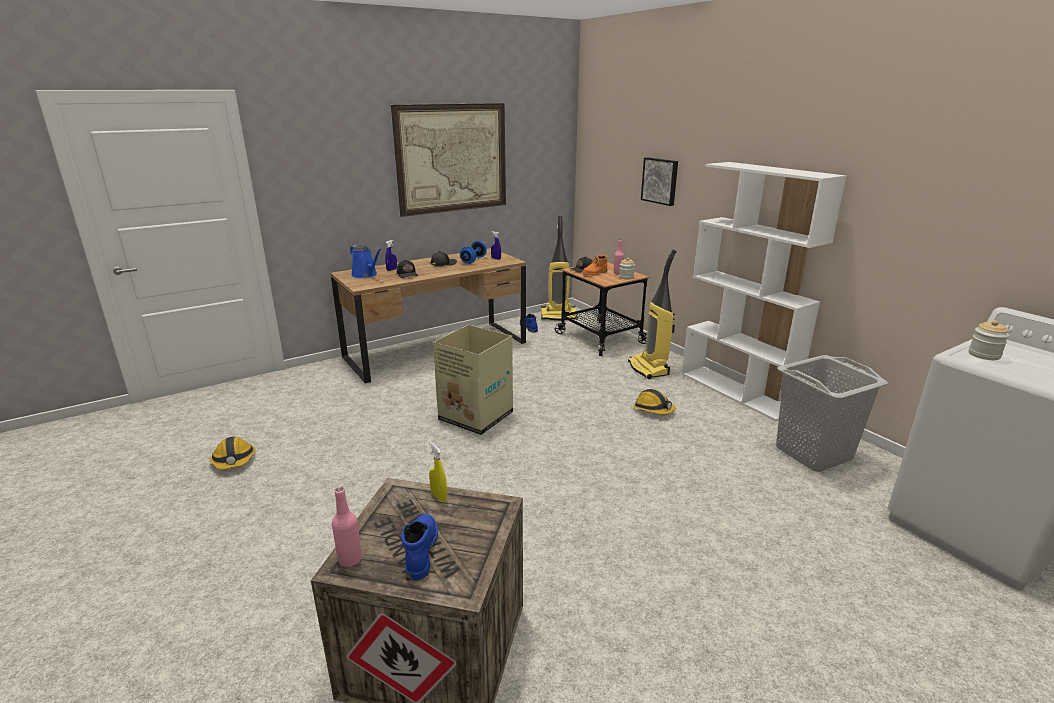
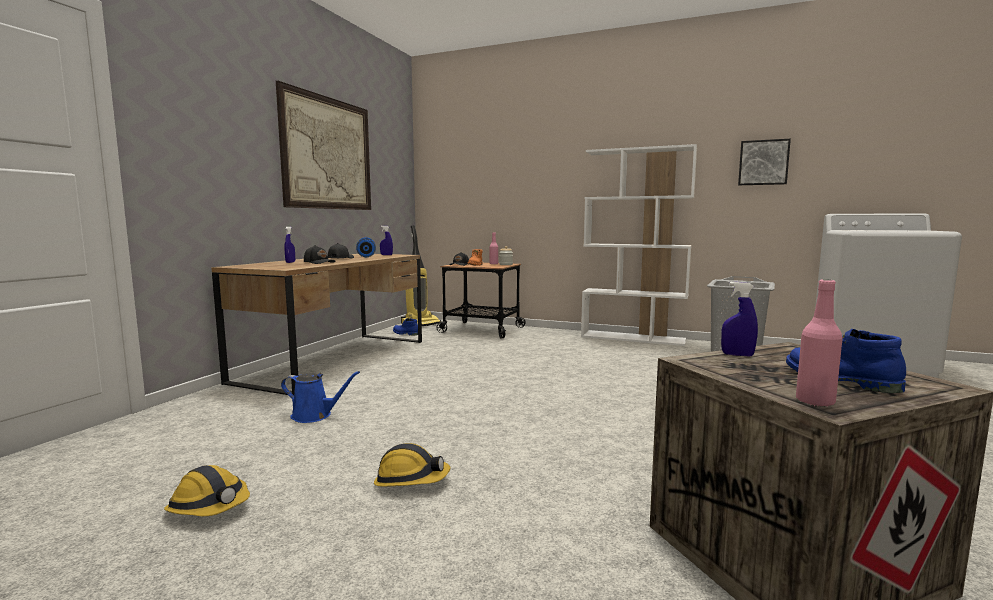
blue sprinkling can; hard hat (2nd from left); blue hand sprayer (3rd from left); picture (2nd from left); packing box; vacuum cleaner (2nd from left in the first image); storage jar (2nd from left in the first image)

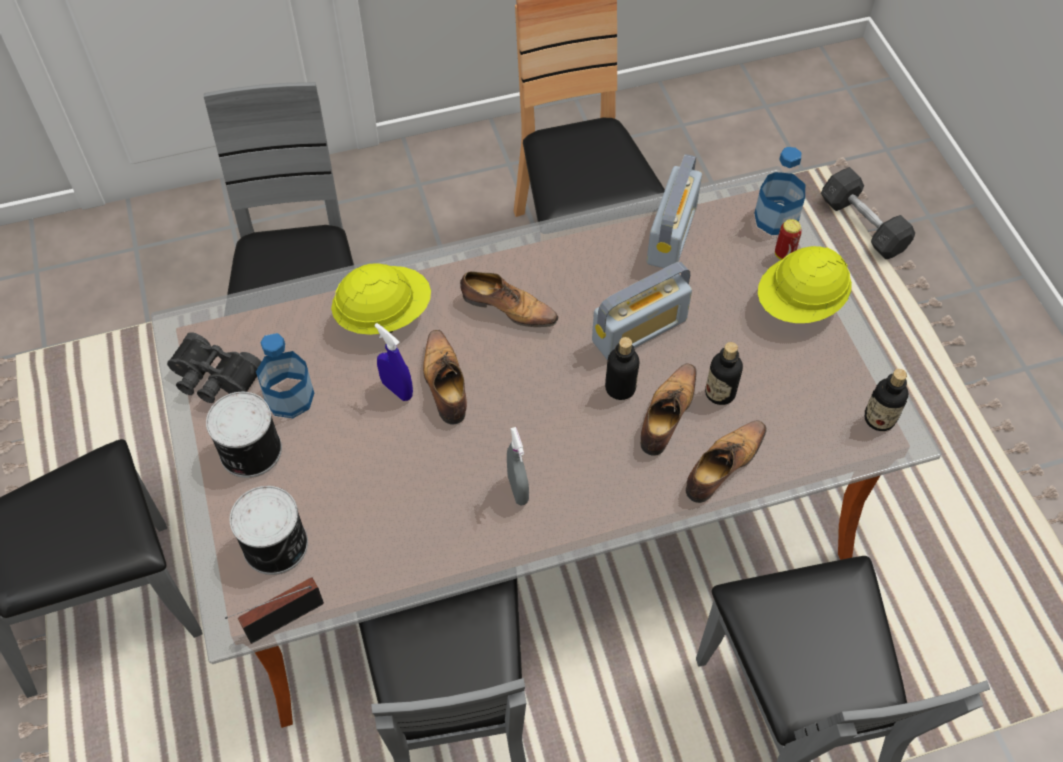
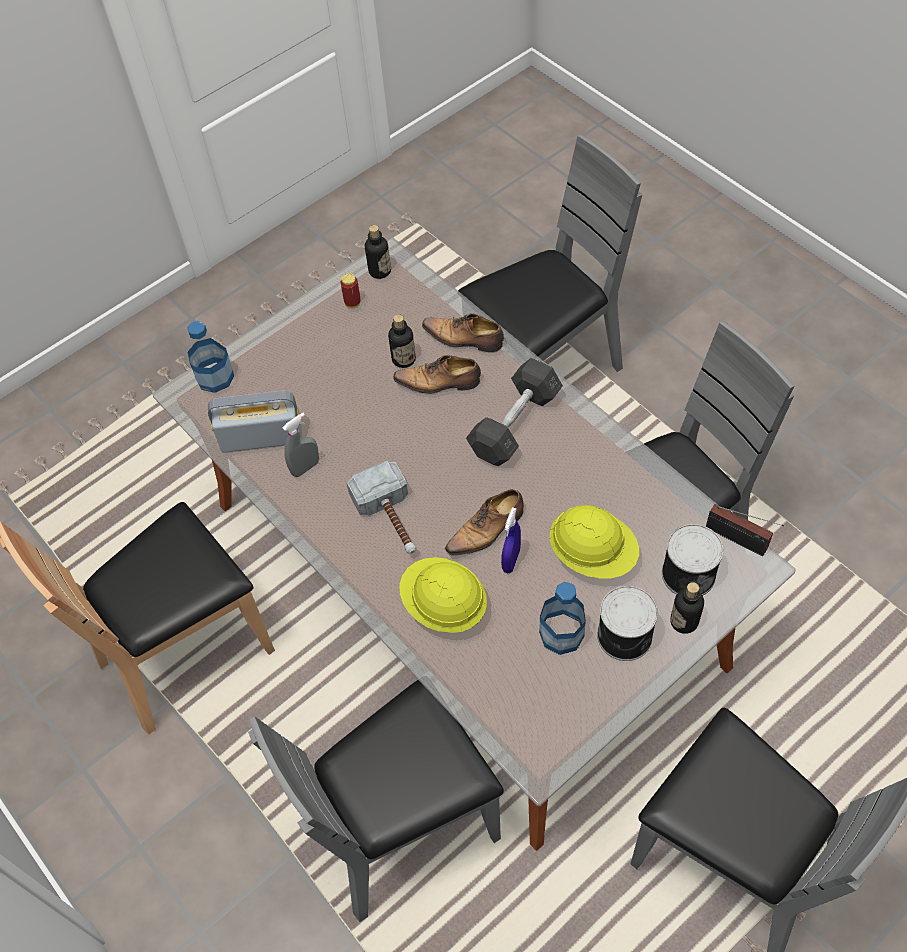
grey hand sprayer; metal can (1st from left); tool hammer; grey dumbbell; yellow-coloured hard hat (2nd from left); beverage bottle (5th from left); black pair of binoculars; radio set (2nd from left in the first image)

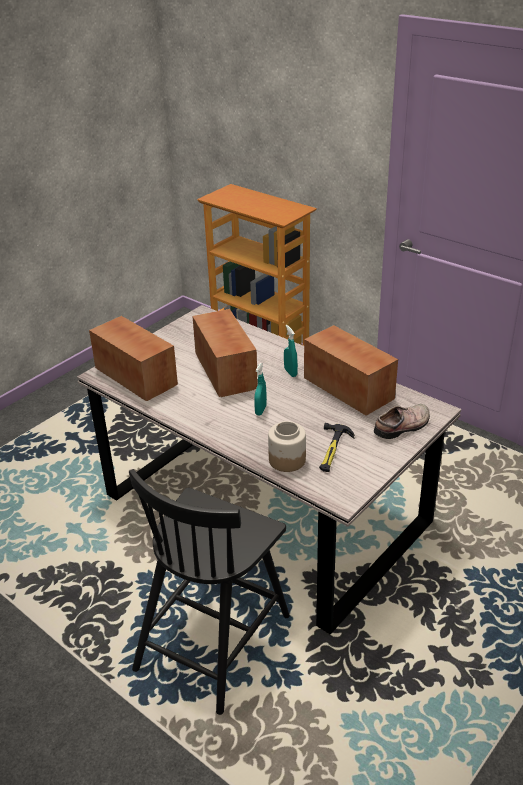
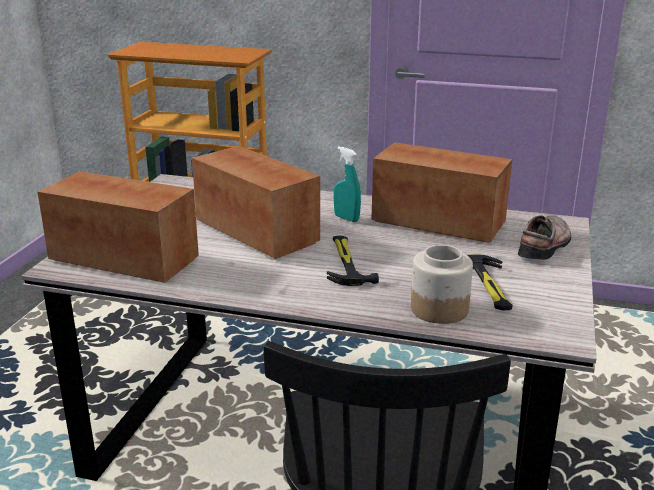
tool hammer (1st from left)

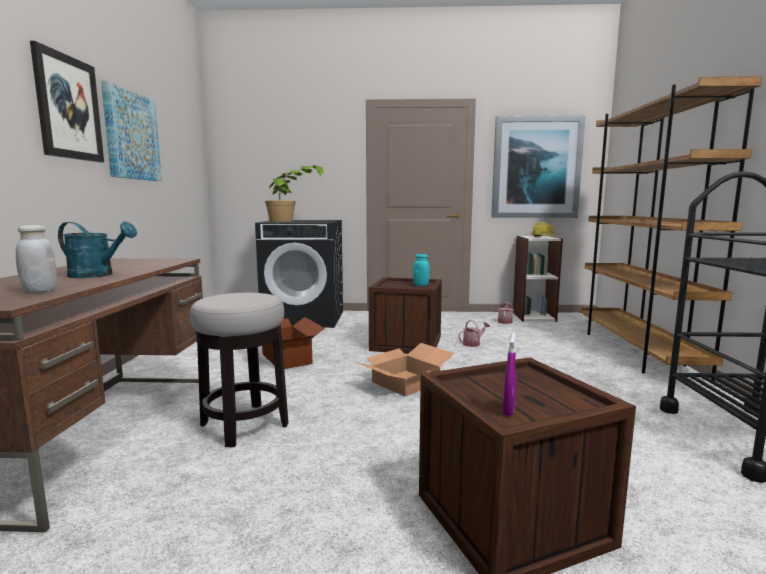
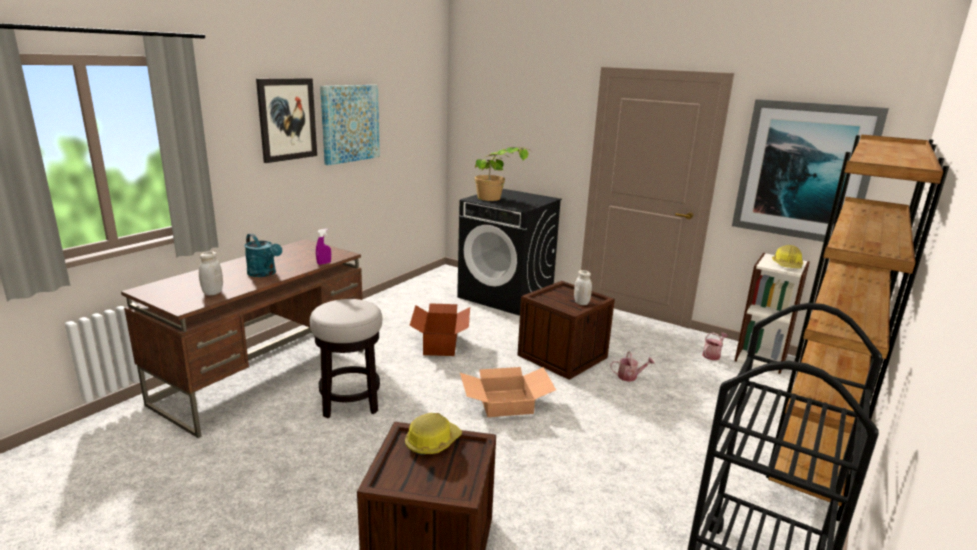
purple hand sprayer; hard hat (1st from left); whitish storage jar (2nd from left)

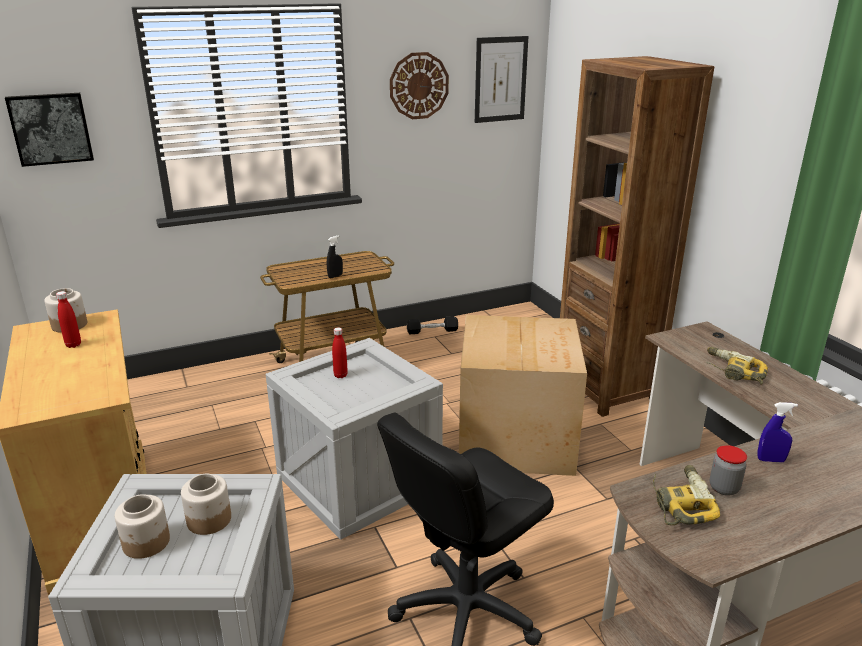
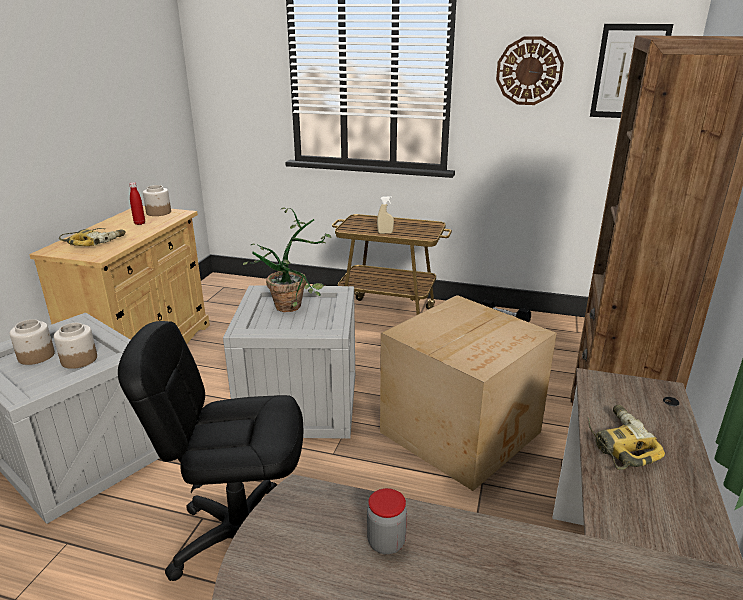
power drill (1st from left); potted plant; sand-coloured hand sprayer; picture (1st from left in the first image); blue hand sprayer

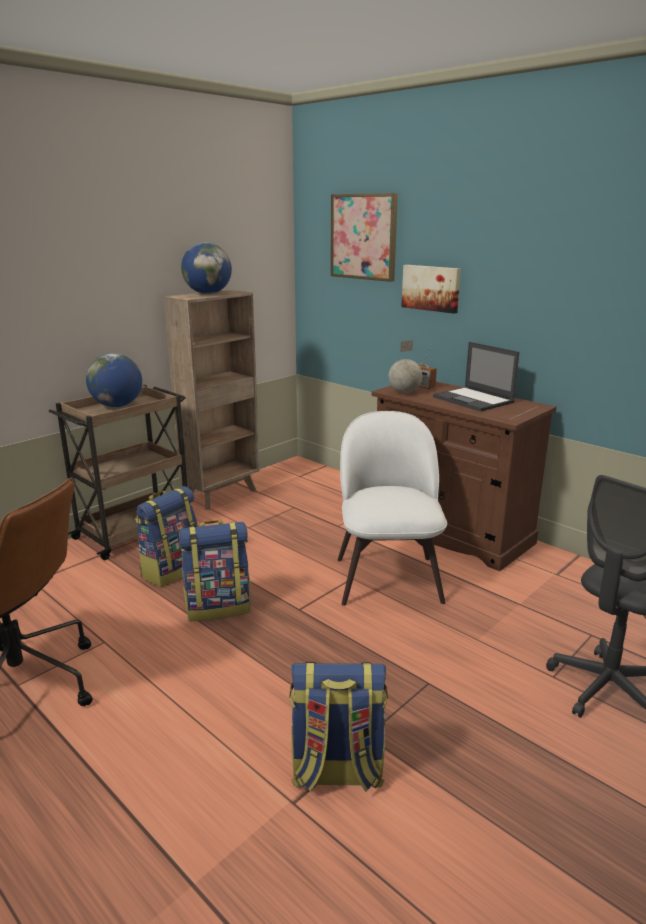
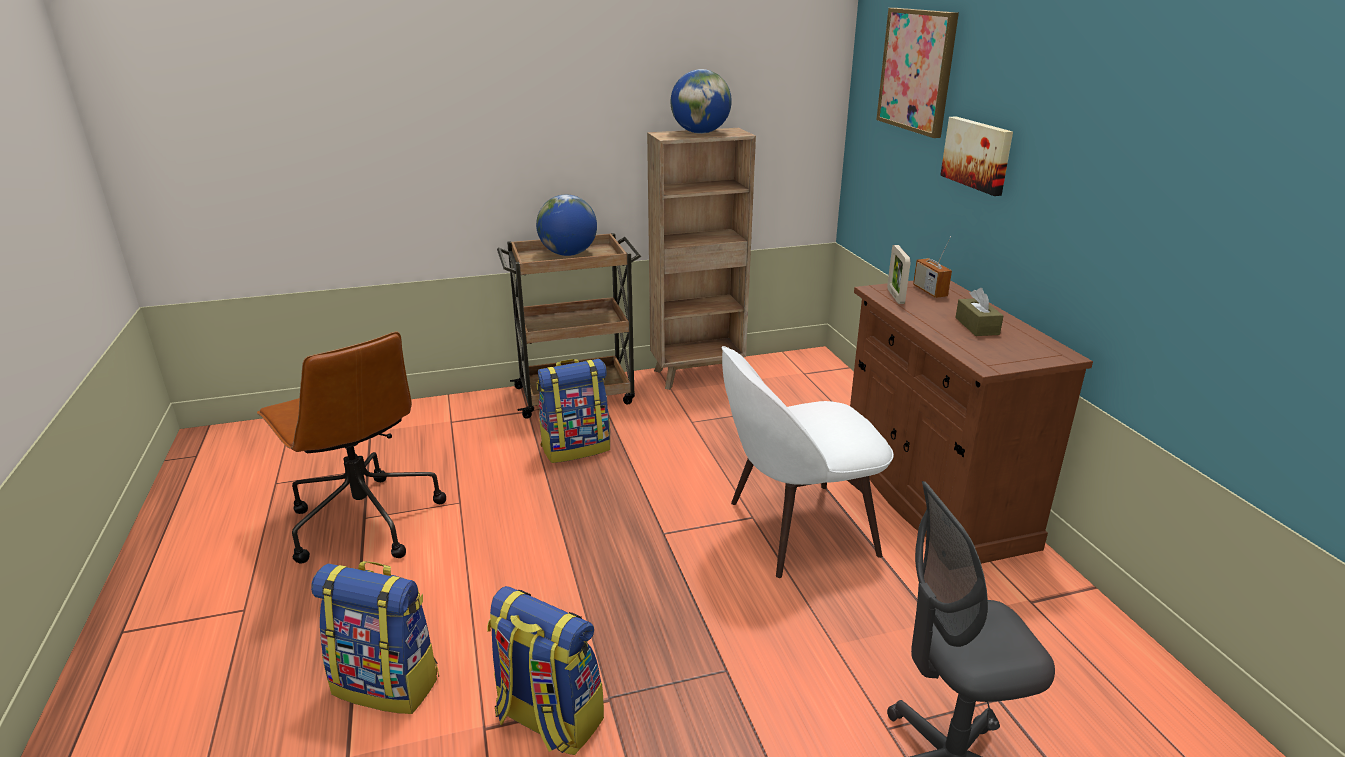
rucksack (1st from left); whitish upright chair; picture frame; brownish box of tissues

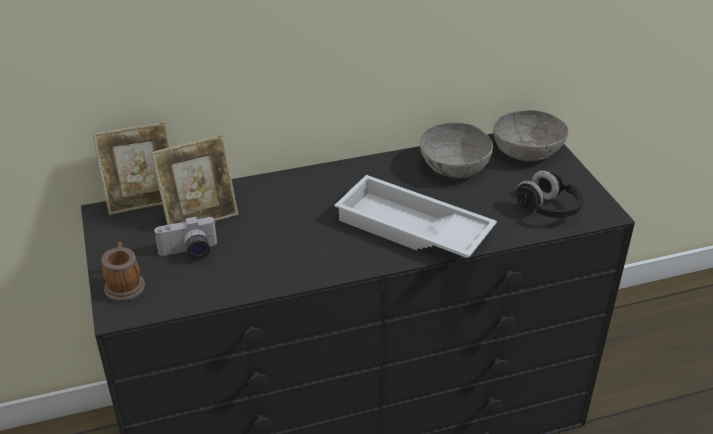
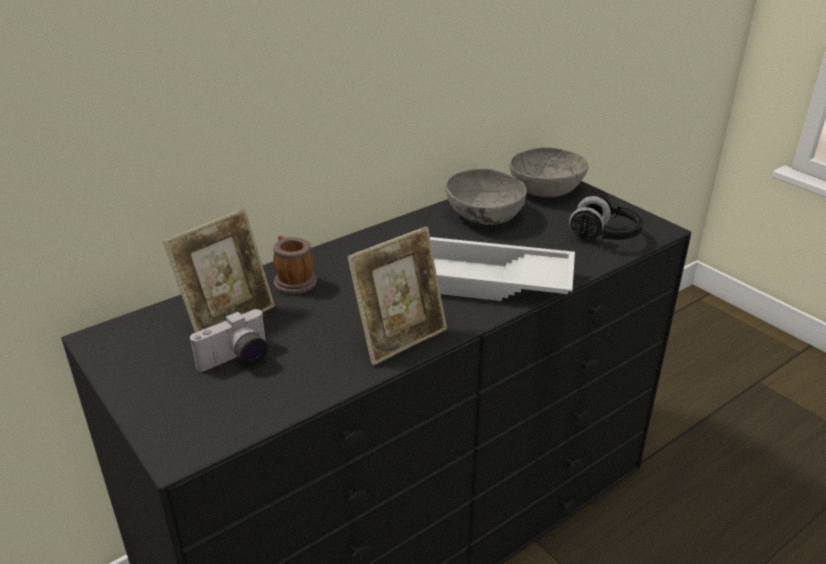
tea mug; picture frame (2nd from left)

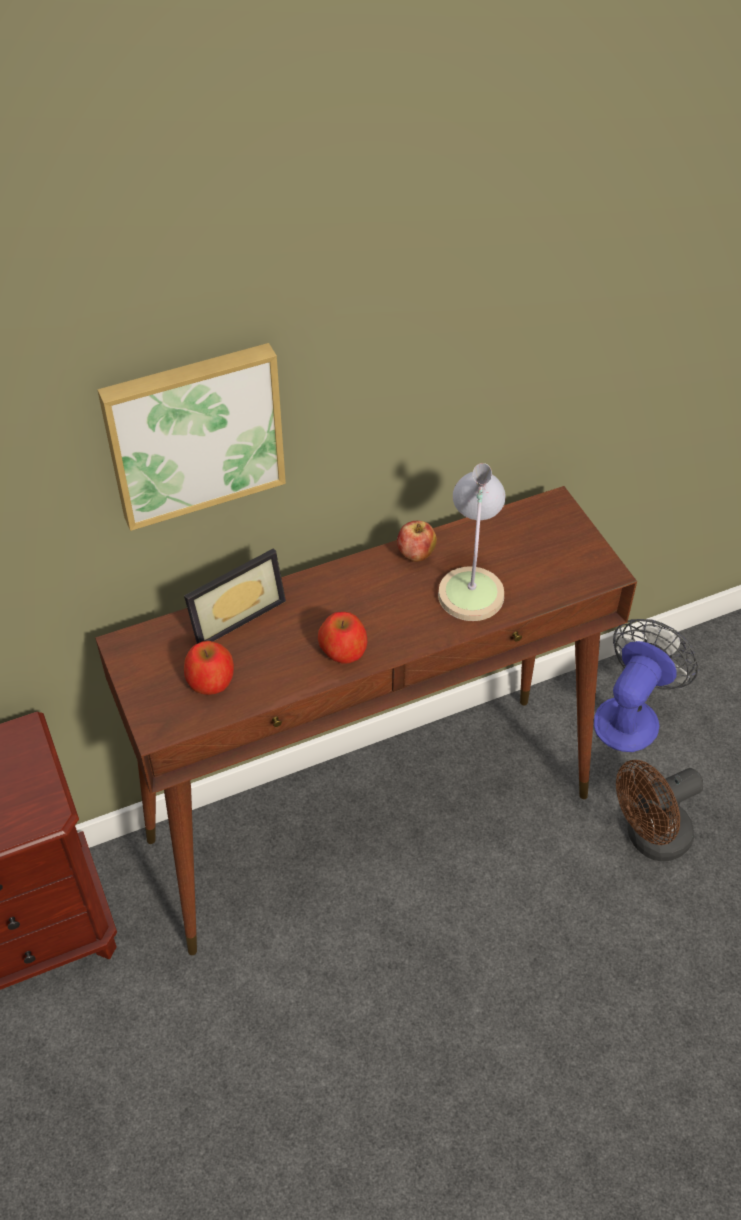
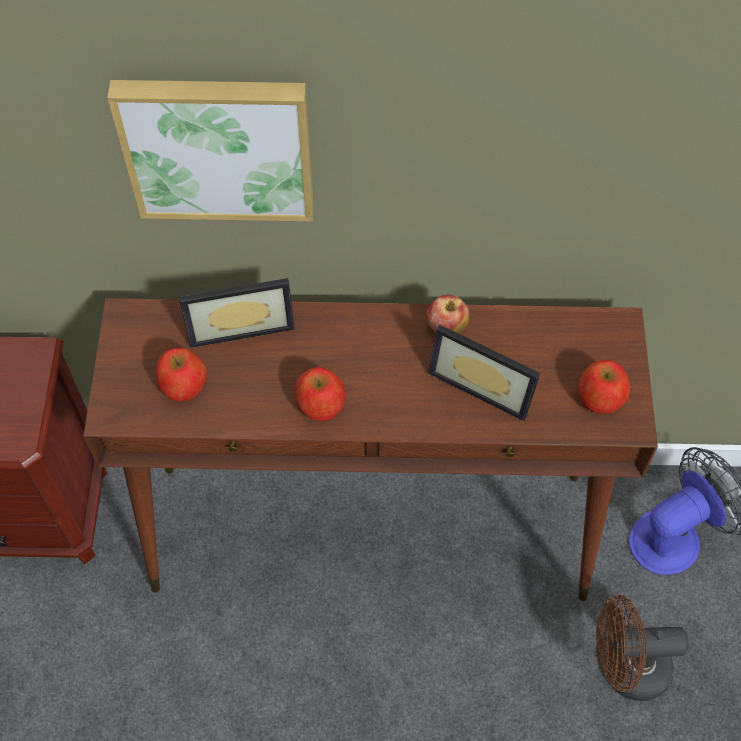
picture frame (2nd from left); apple fruit (4th from left)

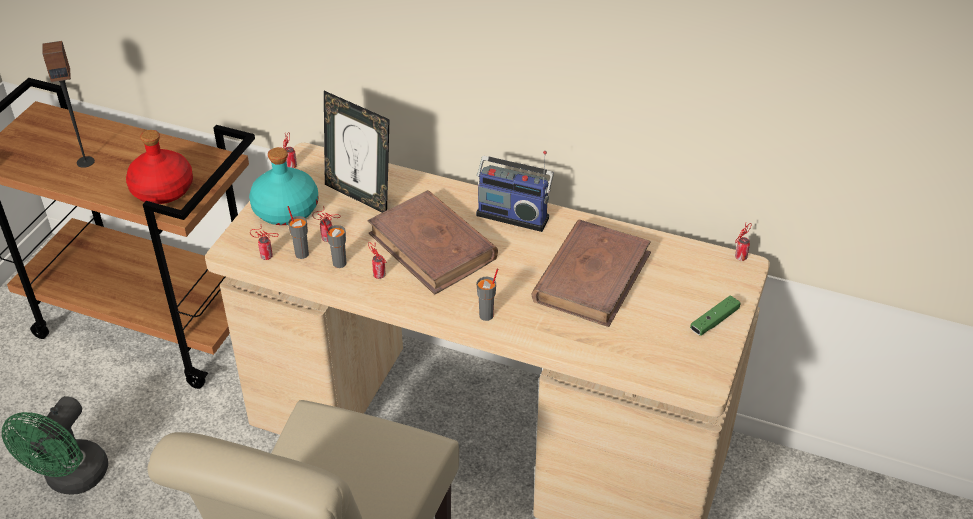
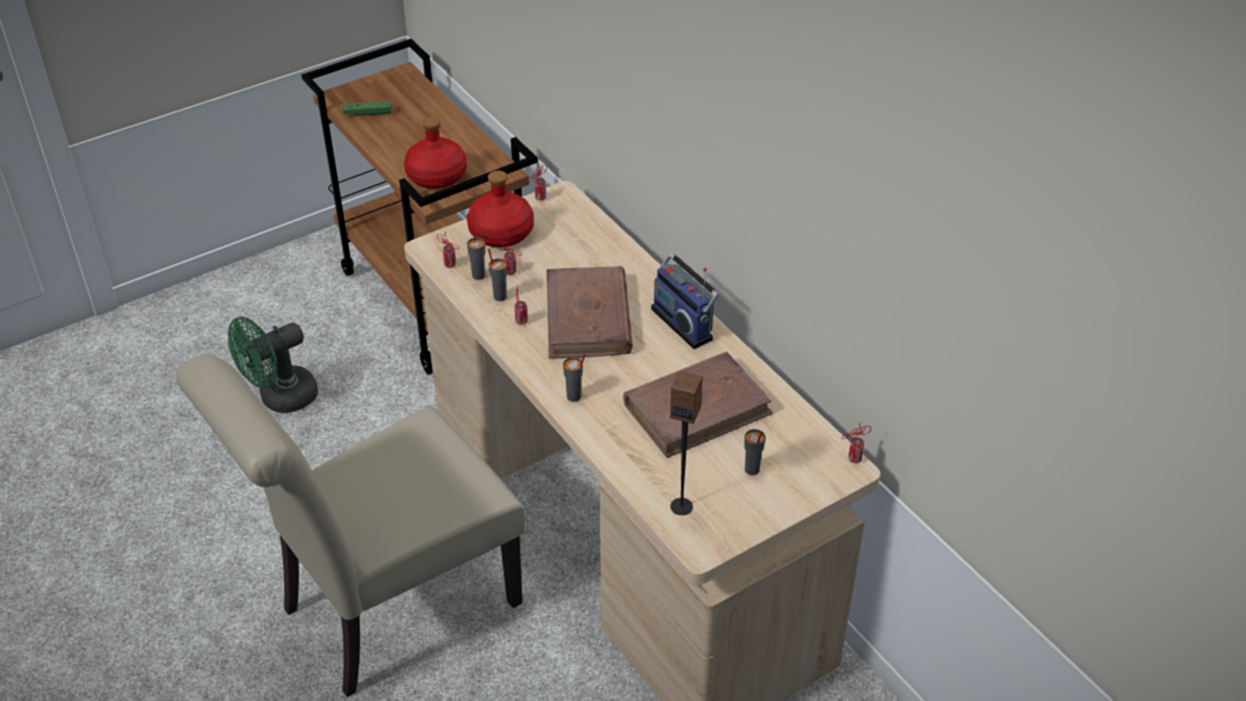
greenish gamepad; red beverage bottle (2nd from left); speaker; grey drinking cup (4th from left); picture frame

